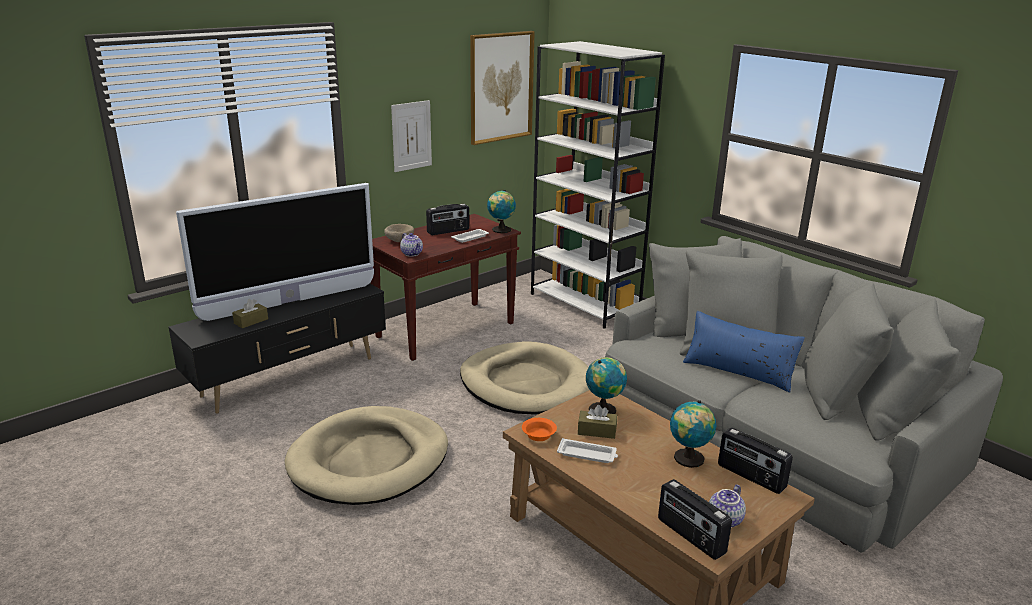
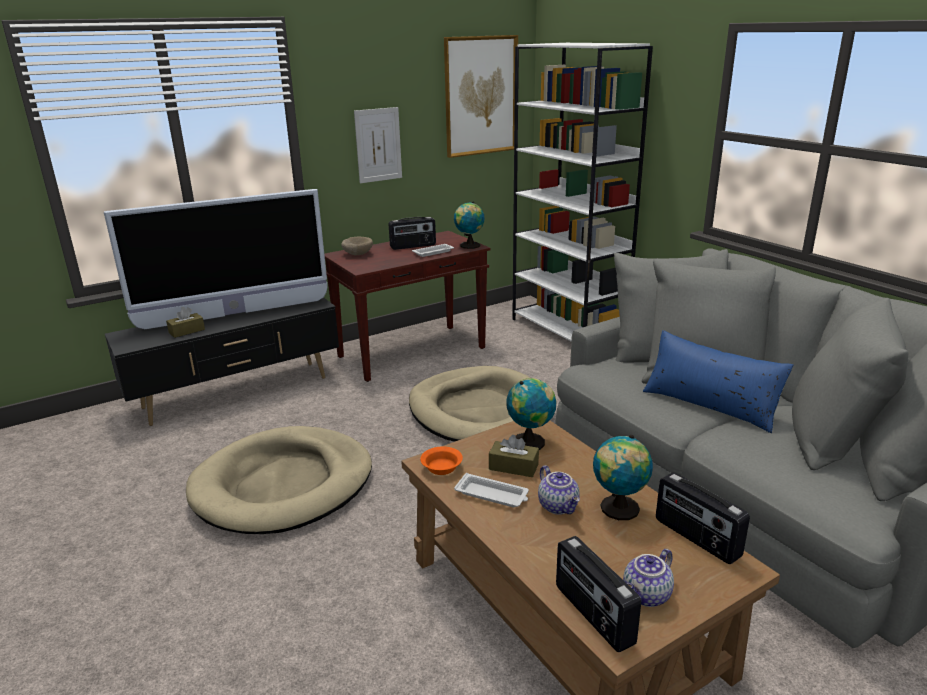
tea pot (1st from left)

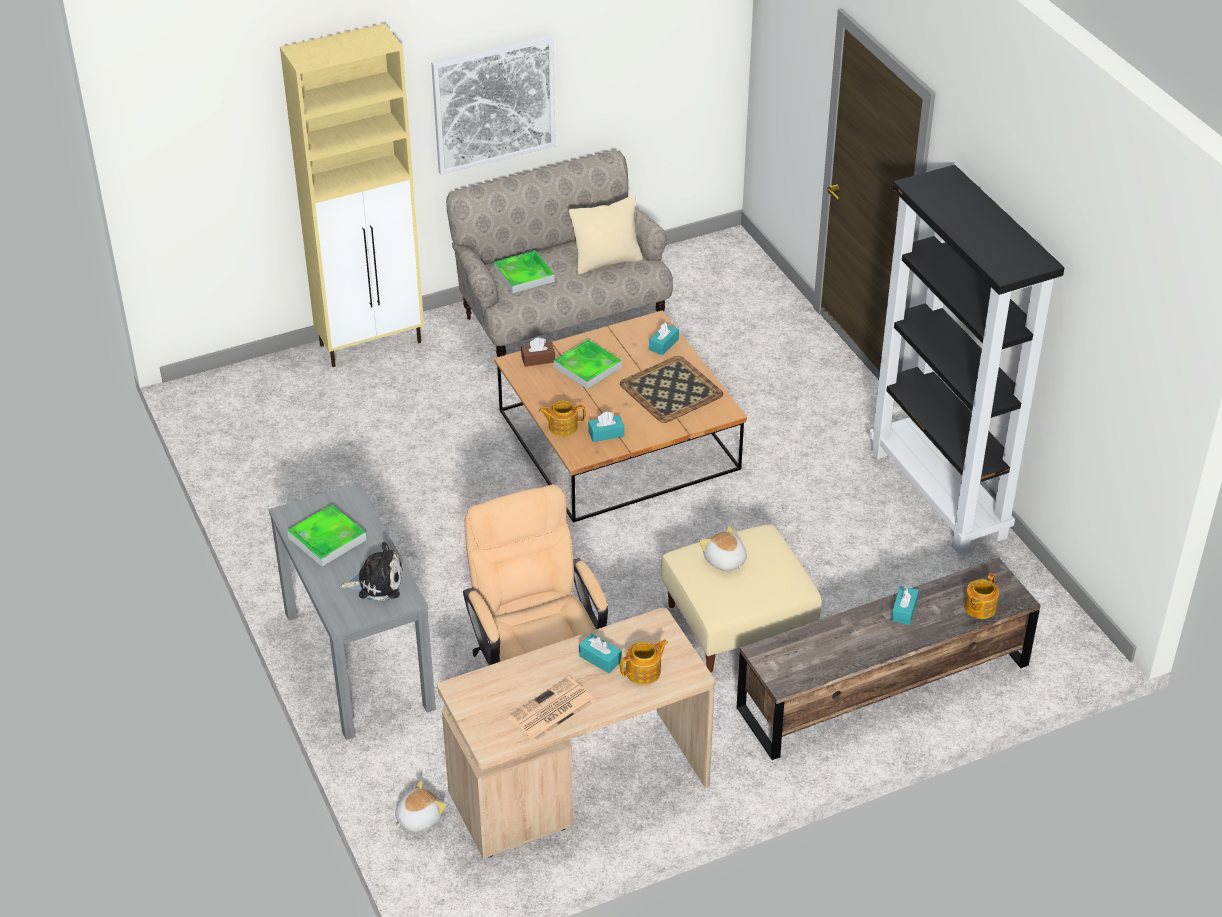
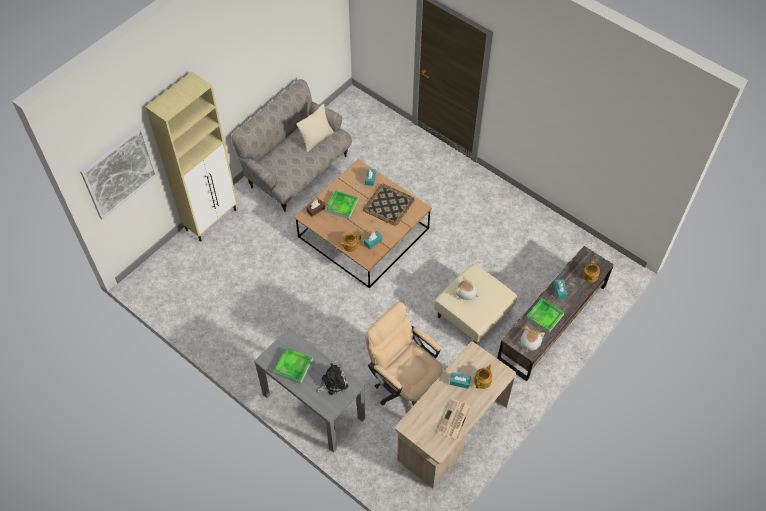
picture; cuddly toy (3rd from left); carrying tray (4th from left); black bookcase

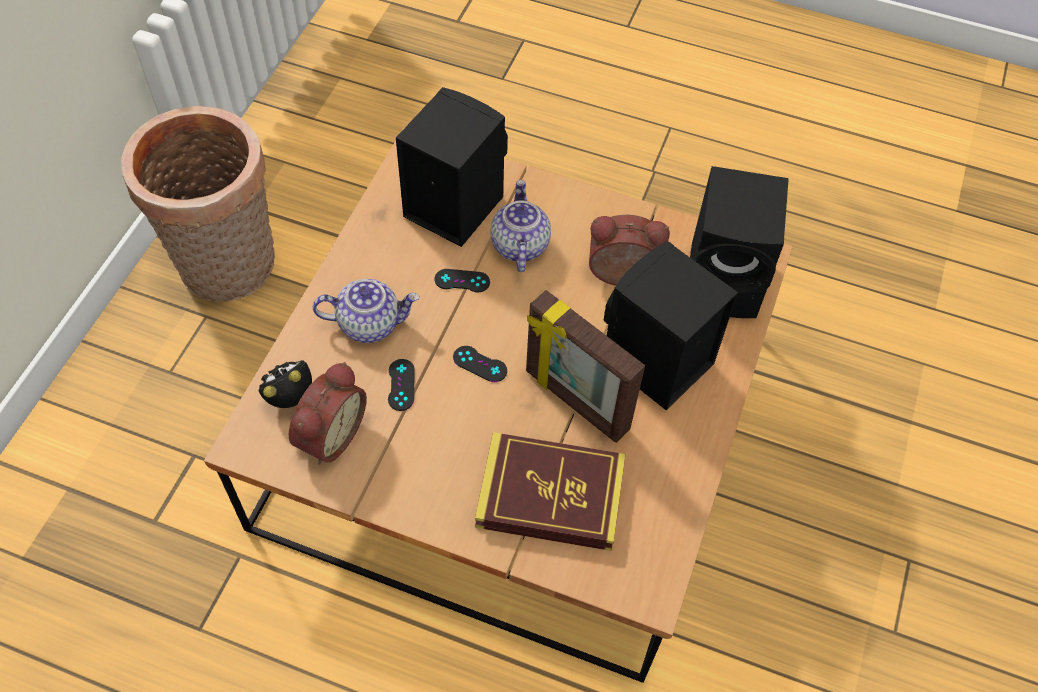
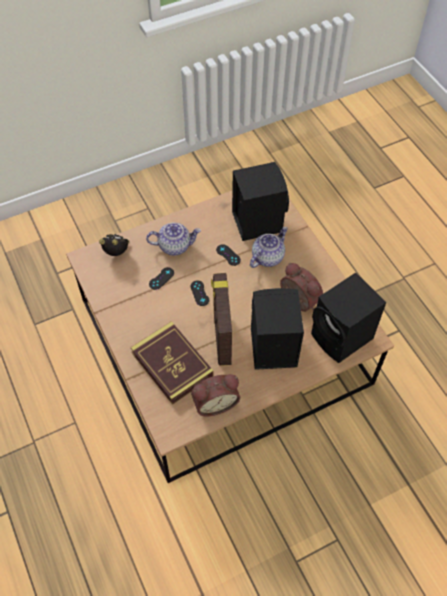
tea pot (1st from left); bedside clock (2nd from left); basket

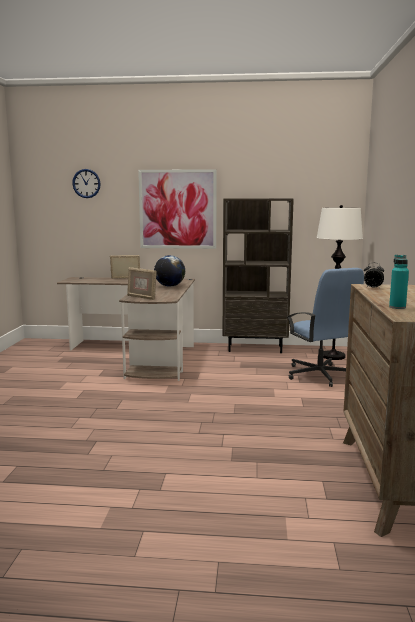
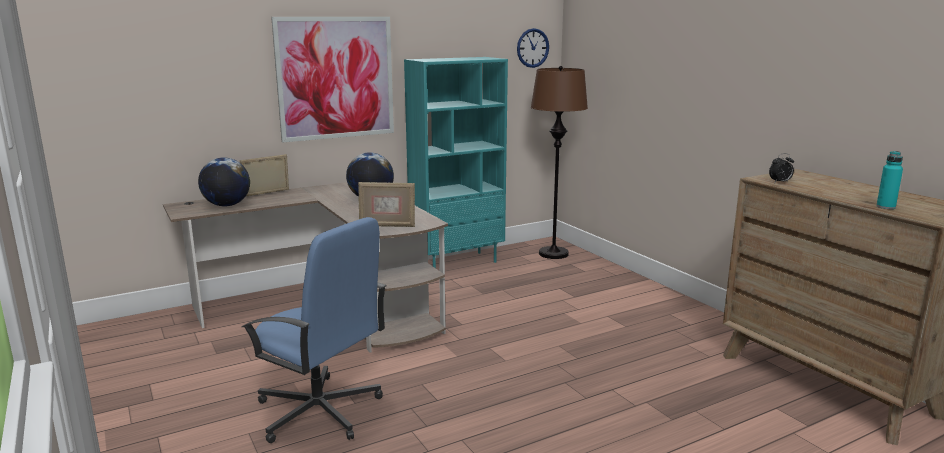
desk globe (1st from left); blue computer chair; turquoise-coloured bookcase; hanging clock; brownish standard lamp

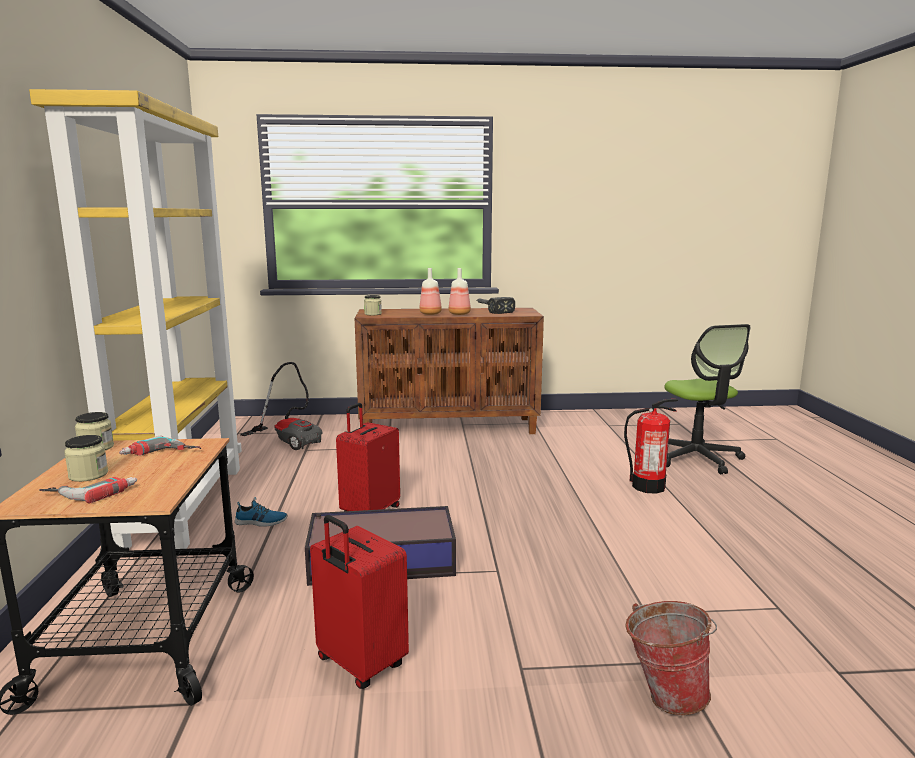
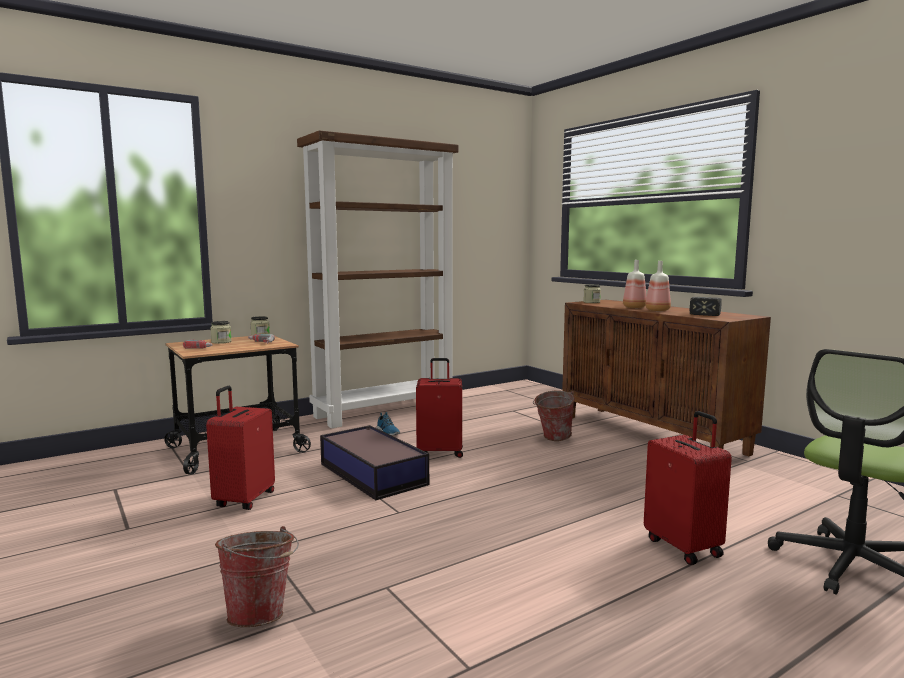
brownish bookcase; water bucket (2nd from left); red suitcase (3rd from left); vacuum cleaner

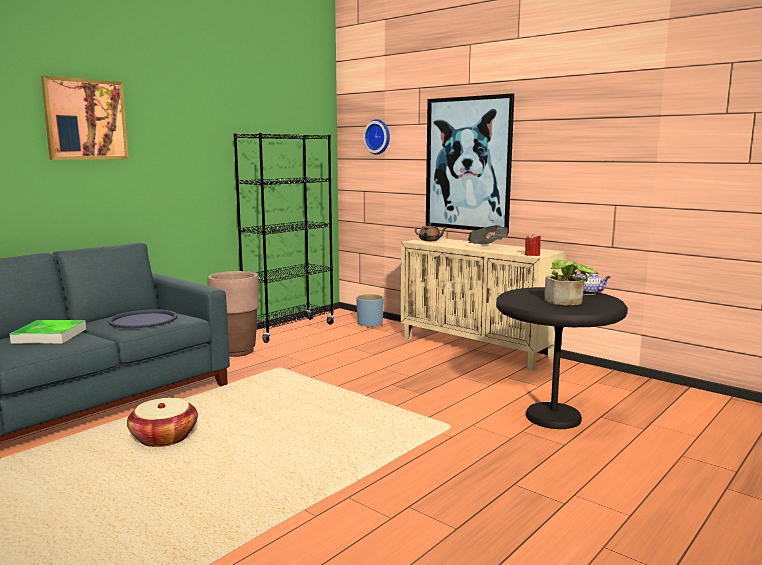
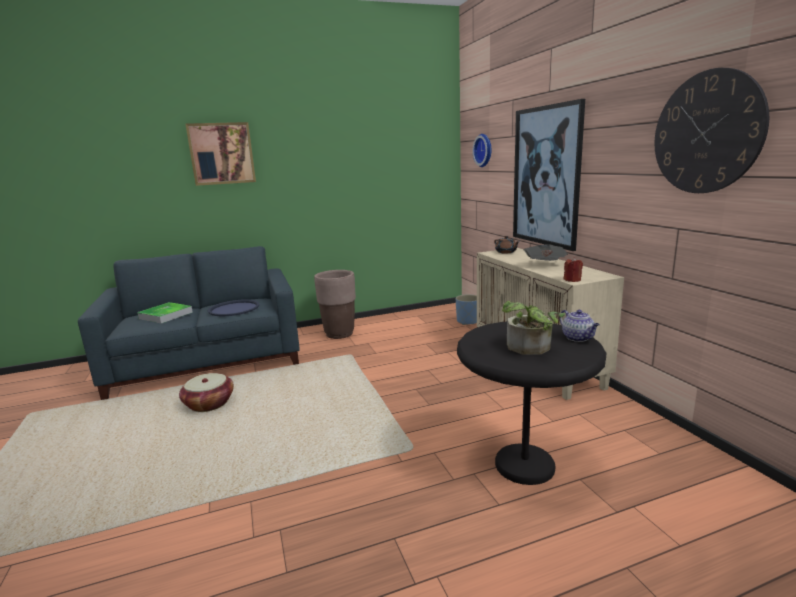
hanging clock (2nd from left); black bookcase

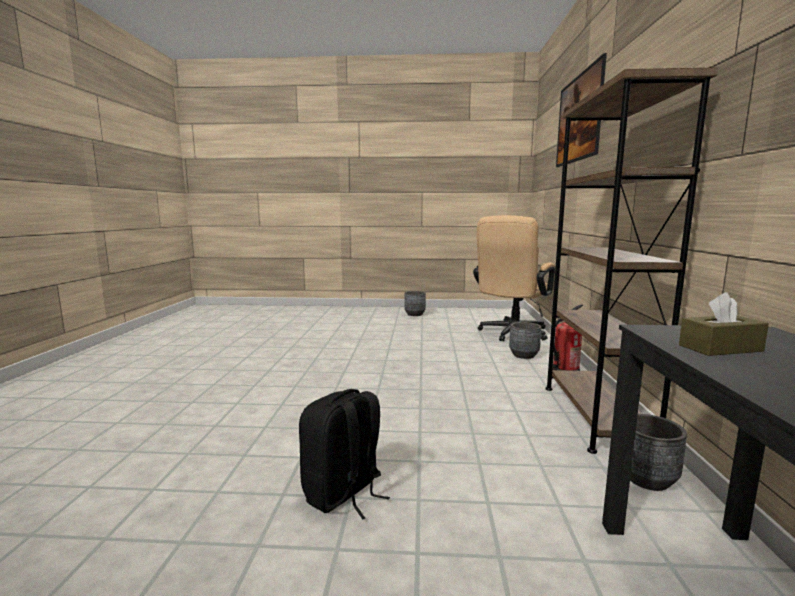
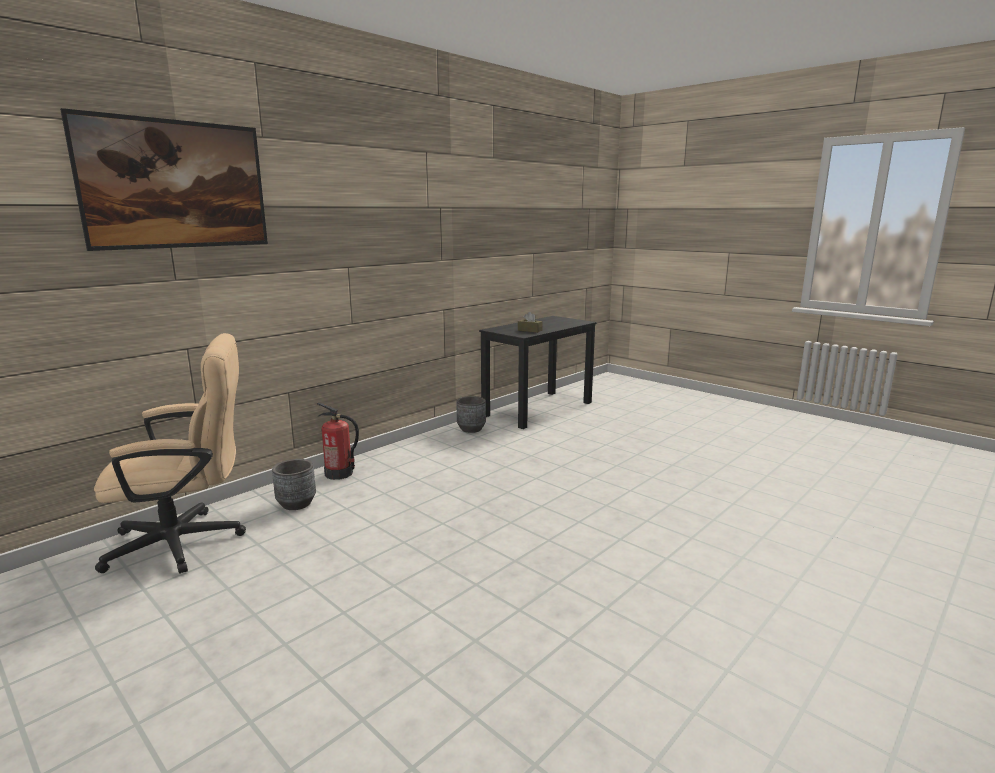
black rucksack; grey planter (1st from left in the first image); brownish bookcase

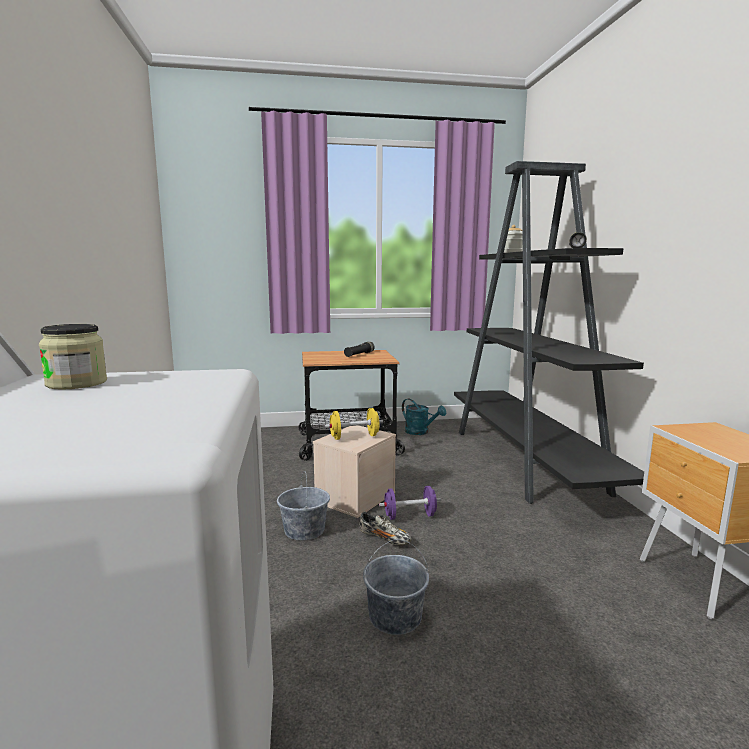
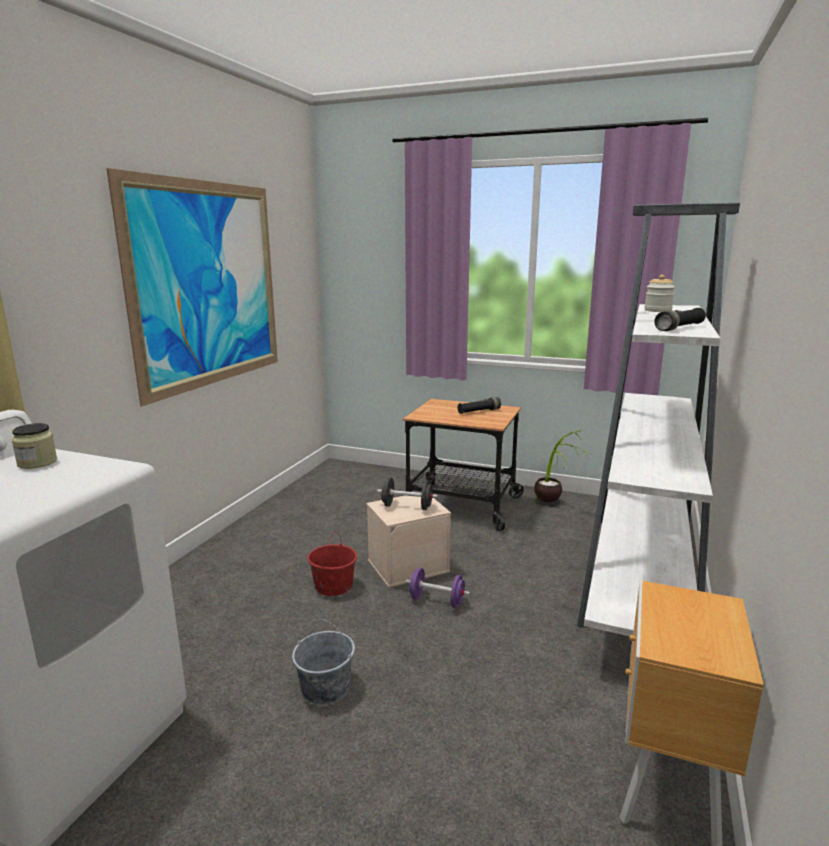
picture; red water bucket; black dumbbell; potted plant; whitish bookcase; item of footwear

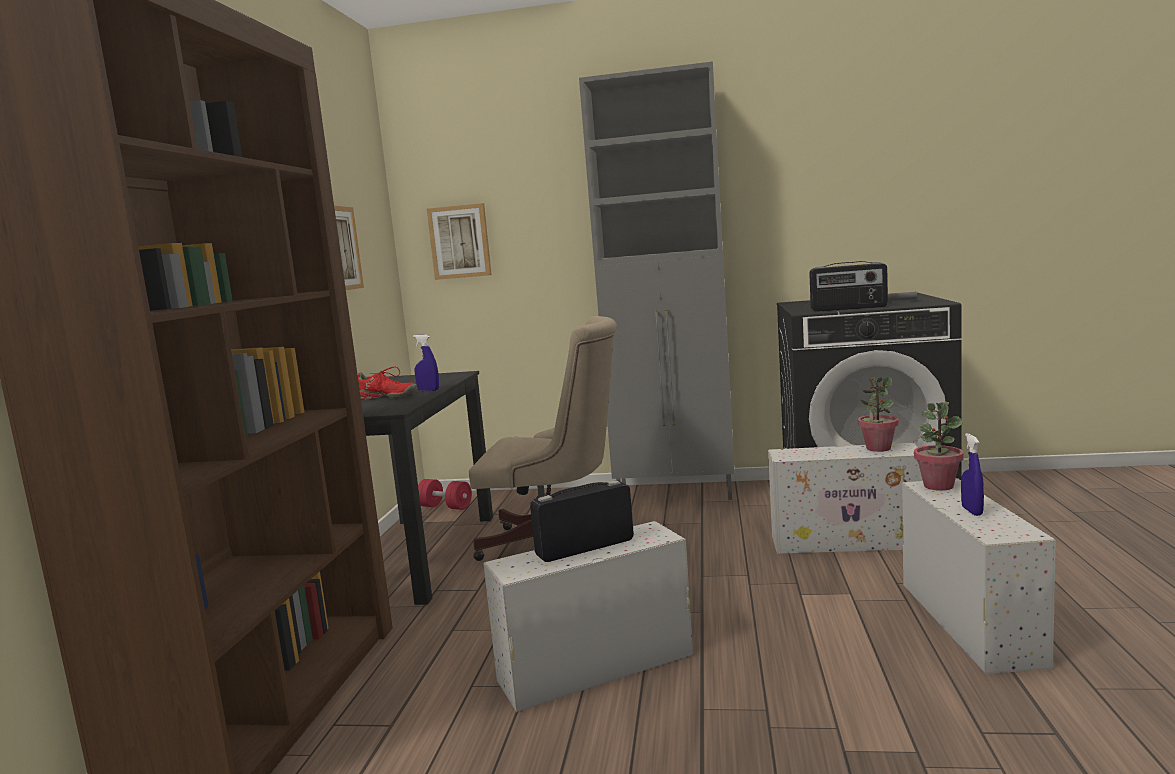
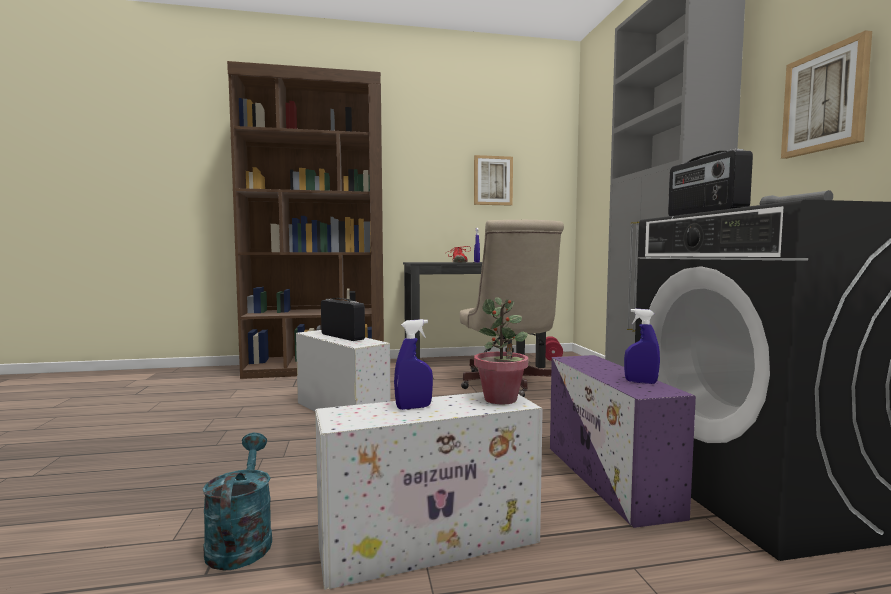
turquoise-coloured sprinkling can; purple storage container; blue hand sprayer (3rd from left); picture (2nd from left)

